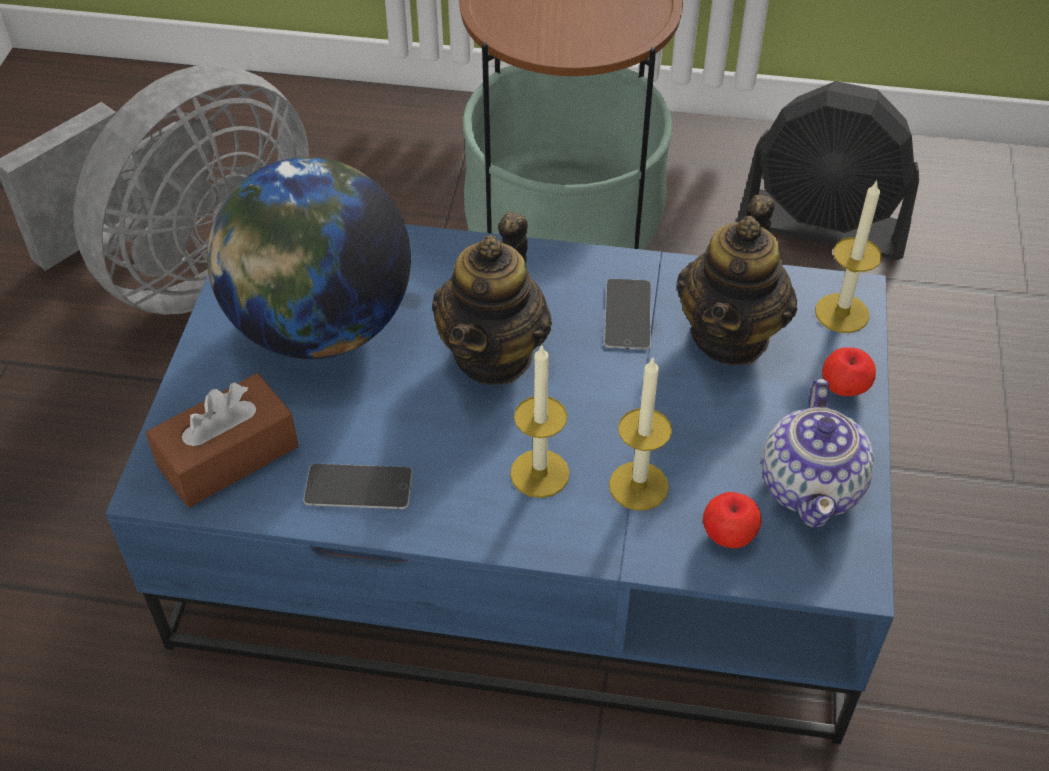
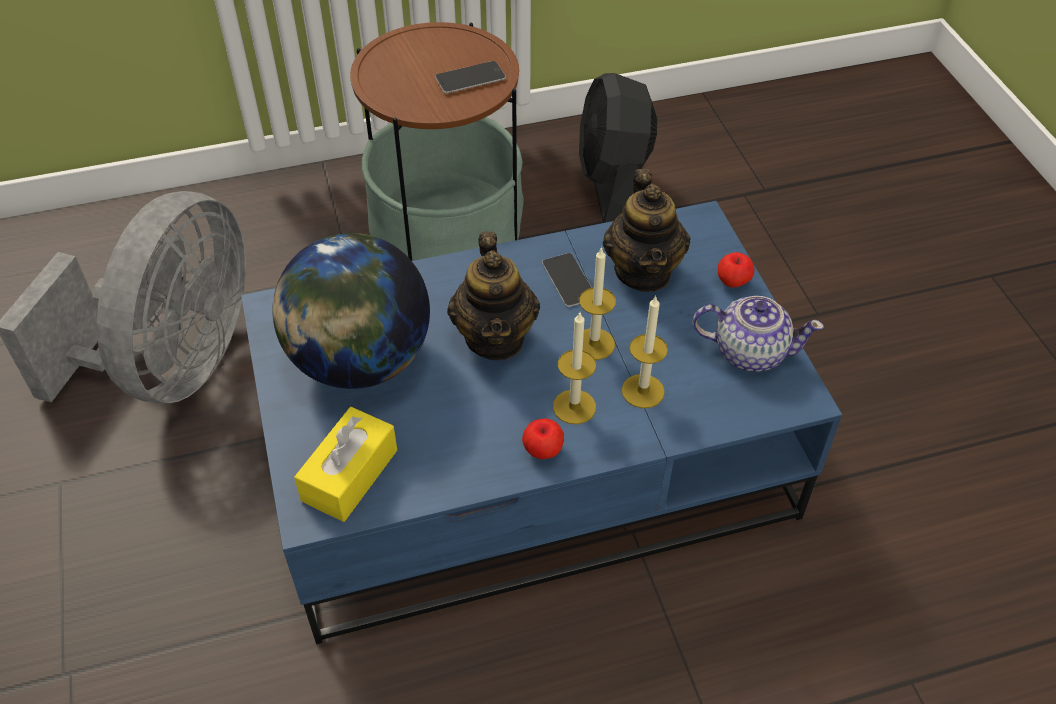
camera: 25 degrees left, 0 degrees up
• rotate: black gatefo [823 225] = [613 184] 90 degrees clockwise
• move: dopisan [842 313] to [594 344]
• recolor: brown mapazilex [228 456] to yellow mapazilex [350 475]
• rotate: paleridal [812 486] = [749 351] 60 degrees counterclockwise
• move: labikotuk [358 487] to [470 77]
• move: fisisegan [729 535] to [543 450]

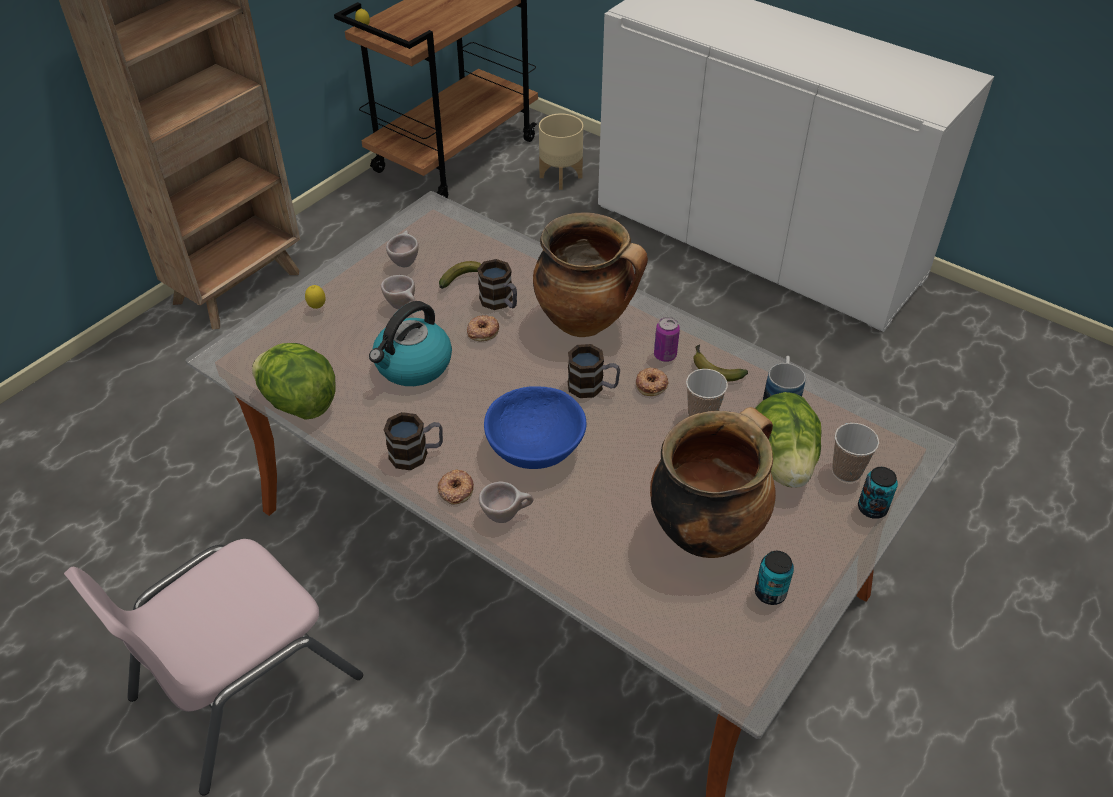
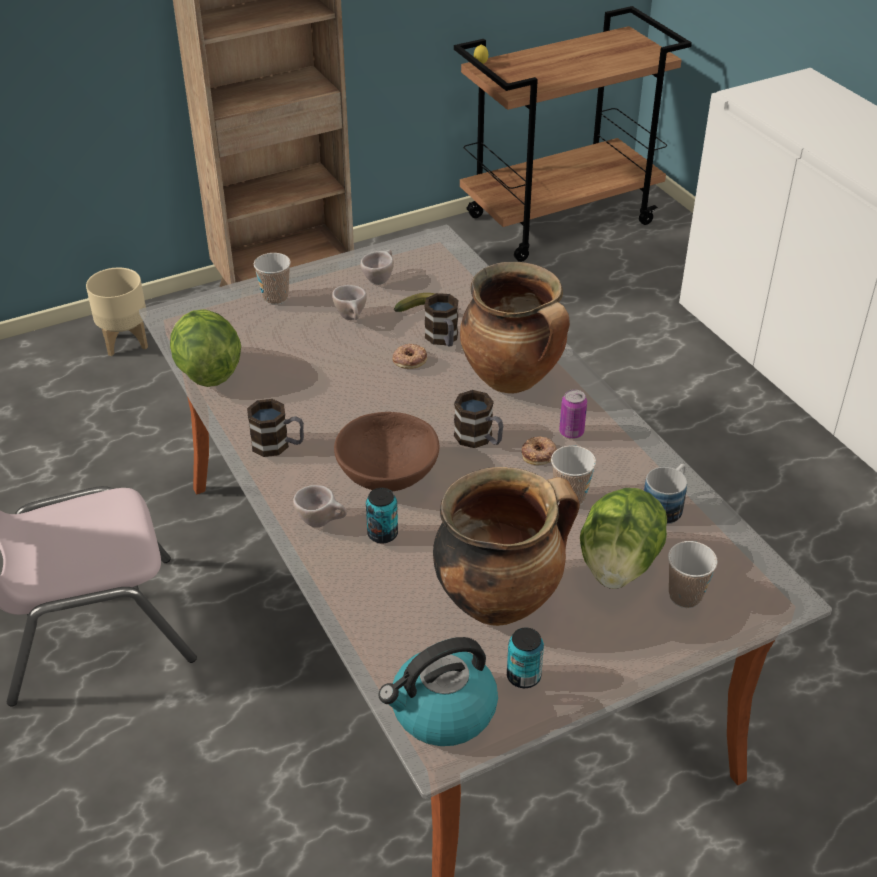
camera: 25 degrees right, 5 degrees down
• move: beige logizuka [561 177] to [126 341]
• replace: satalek [317 307] to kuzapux [275 298]
• move: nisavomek [412 366] to [442 712]
• delete: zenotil [714 368]
• recolor: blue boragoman [535 446] to brown boragoman [388 473]
• move: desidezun [872 508] to [382 534]
• delete: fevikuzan [455 490]

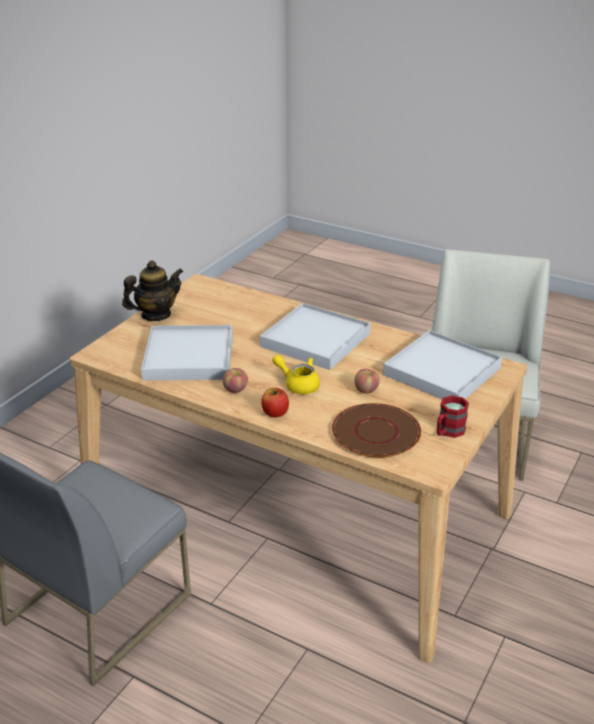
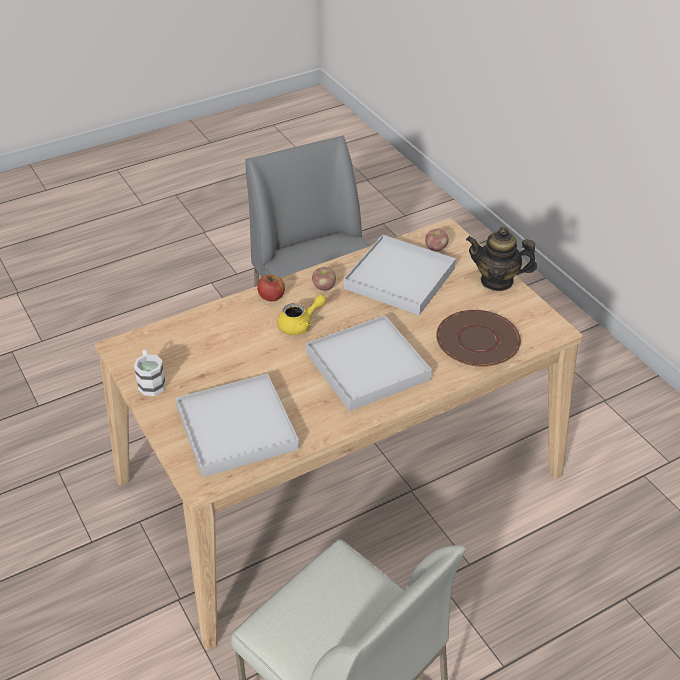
camera: 120 degrees right, 10 degrees up
• rotate: paleridal [155 315] = [497 281] 105 degrees clockwise
• move: fisisegan [366 390] to [436 248]
• recolor: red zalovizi [448 432] to white zalovizi [151 382]
• move: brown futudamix [376 432] to [477 340]

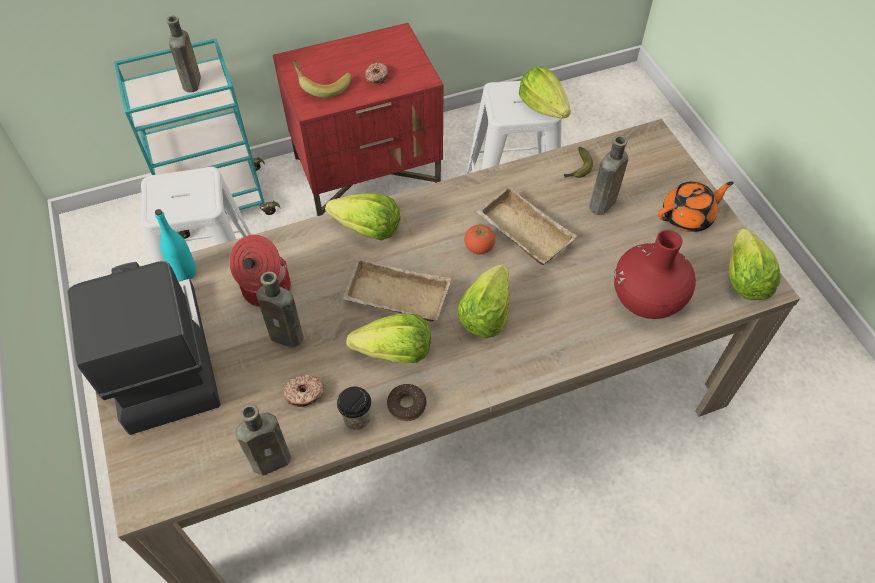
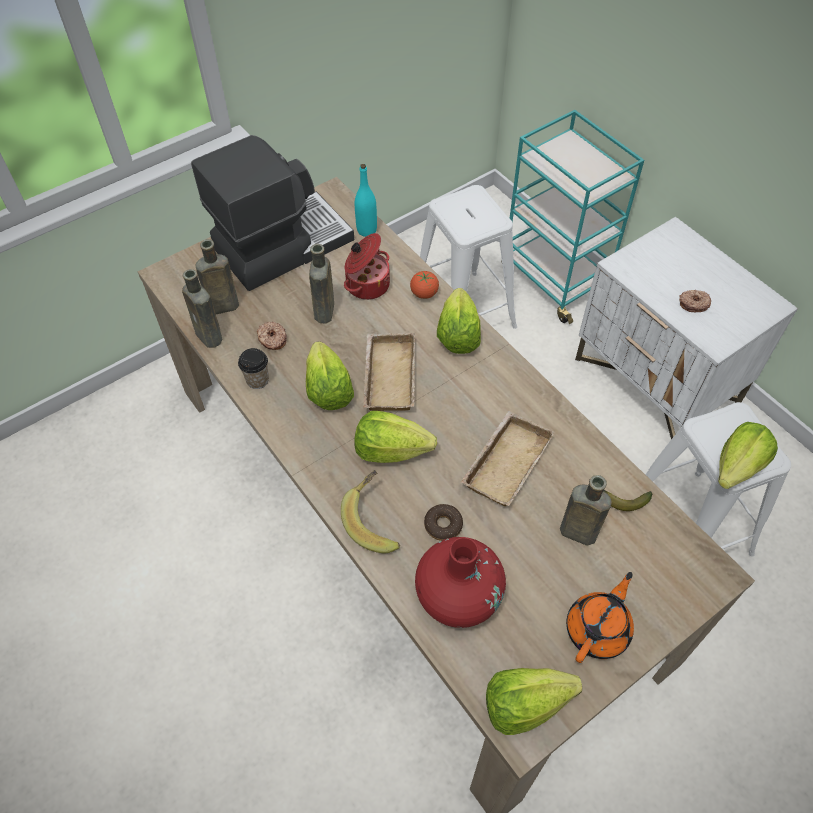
camera: 75 degrees right, 0 degrees up
• move: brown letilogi [192 84] to [221 307]
• recolor: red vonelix [368 170] to white vonelix [657 381]
• move: zenotil [322 86] to [375 520]
• rotate: orange paleridal [688 217] = [598 629] 105 degrees counterclockwise
• move: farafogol [479 248] to [424 293]
• move: fevikuzan [407 405] to [443 525]

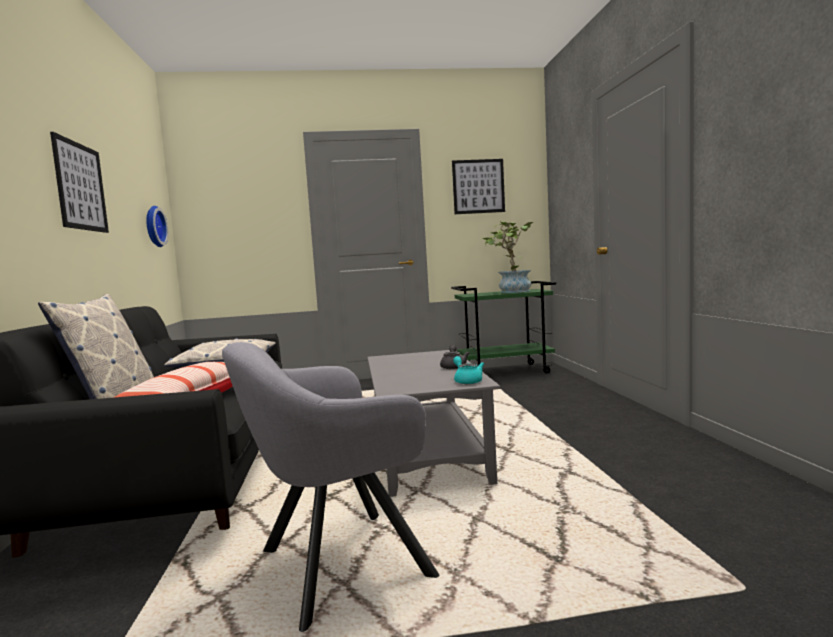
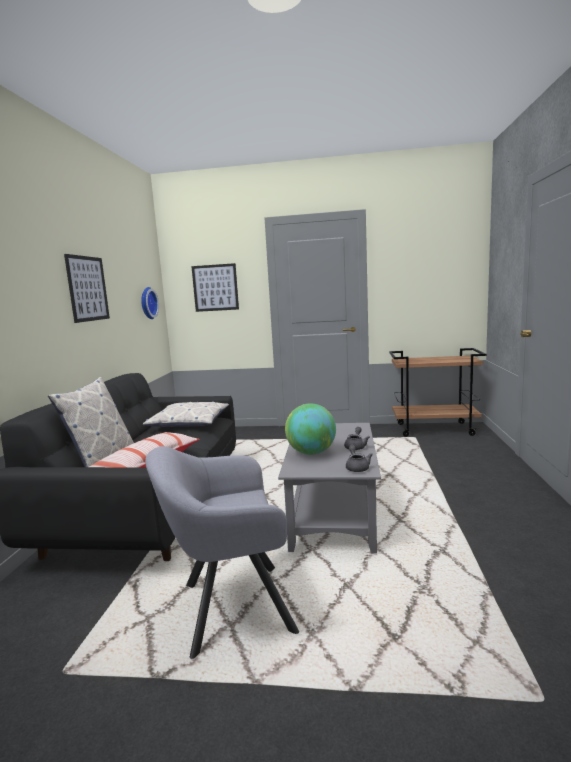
camera: 15 degrees right, 5 degrees up
• move: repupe [478 186] to [215 287]
• delete: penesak [511 291]
• recolor: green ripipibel [506 371] to brown ripipibel [435 429]
• recolor: turquoise paleridal [467 381] to grey paleridal [357 467]
• insert: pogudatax [311 453]

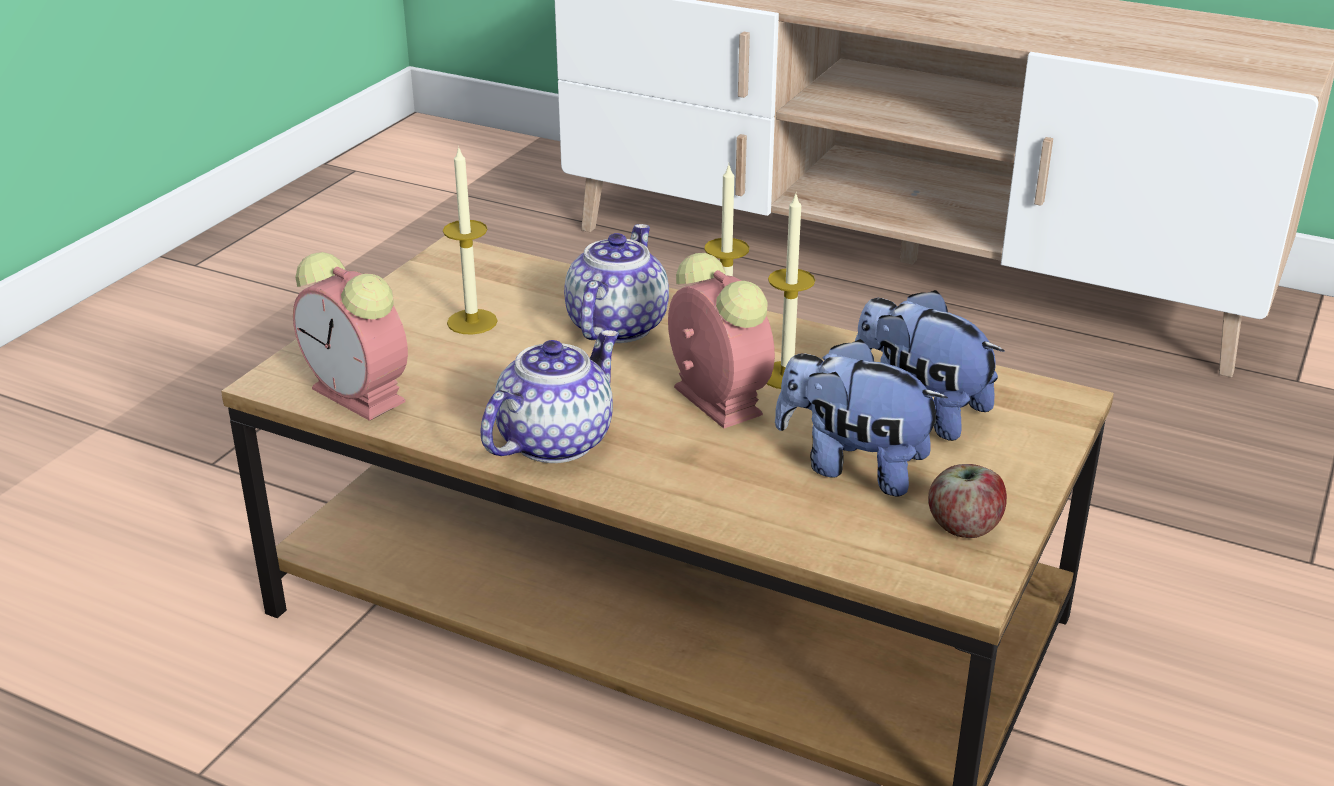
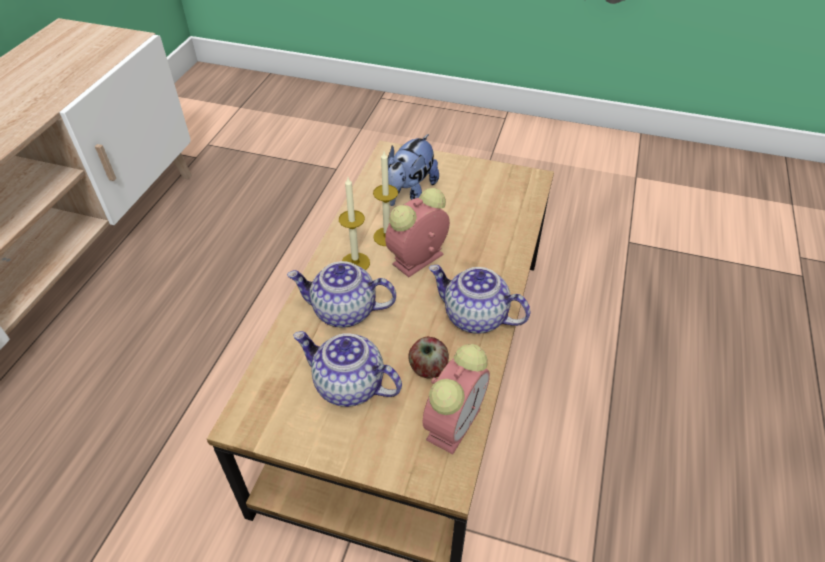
camera: 100 degrees left, 15 degrees up
• replace: dopisan [472 322] to paleridal [348 386]
• delete: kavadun [853 467]
• move: fisisegan [963 527] to [428 369]

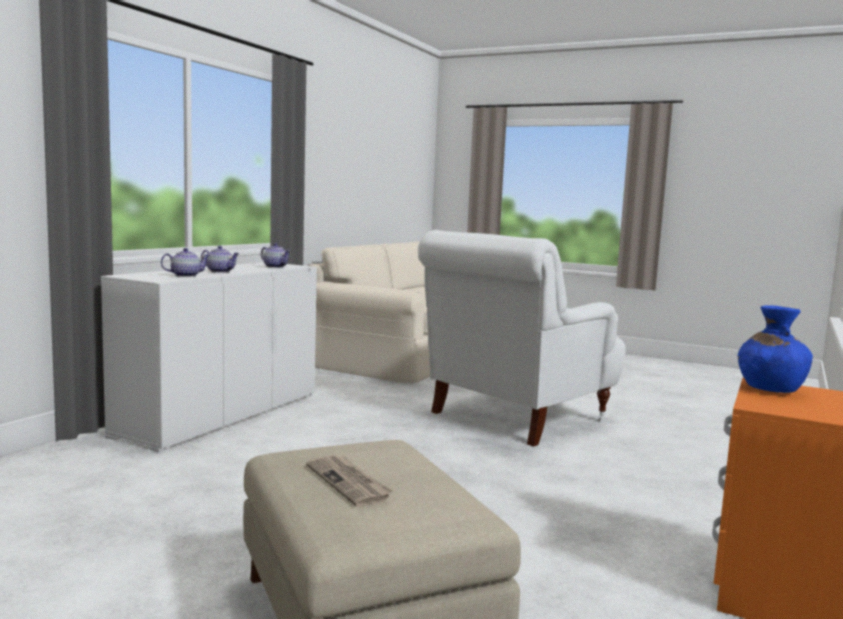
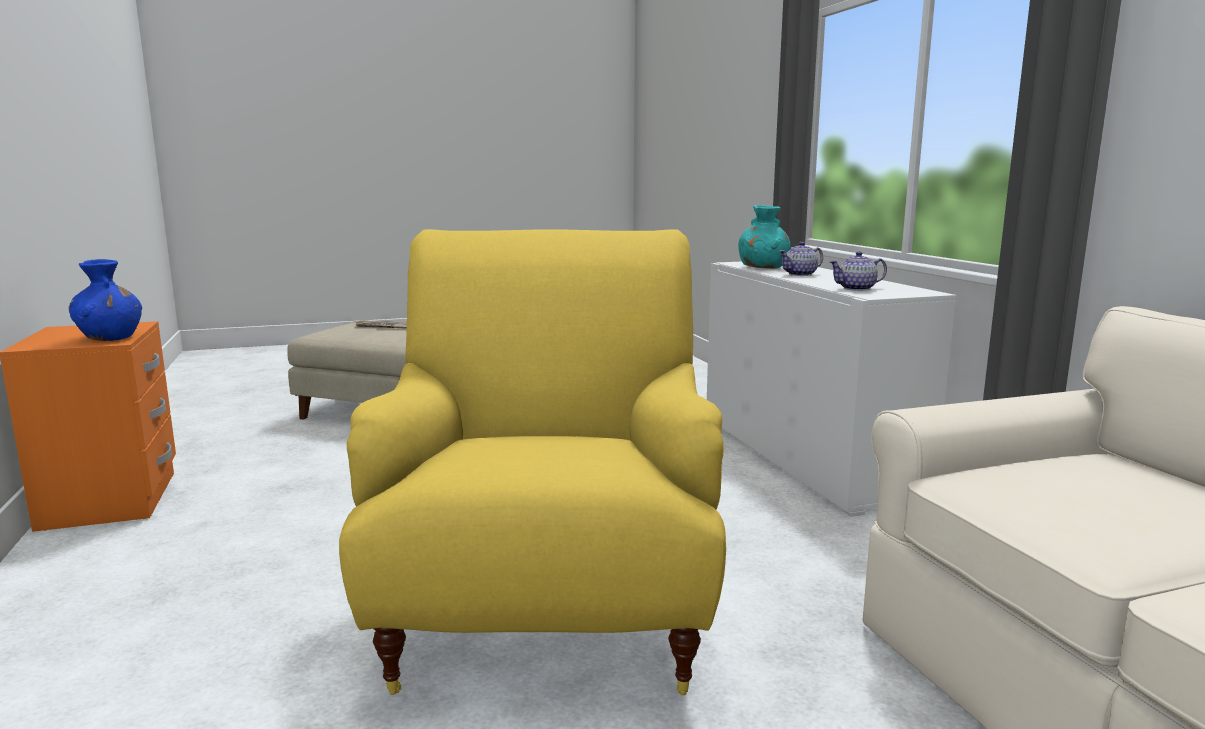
camera: 135 degrees right, 5 degrees up
• recolor: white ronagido [516 417] to yellow ronagido [548 618]
• replace: paleridal [185 275] to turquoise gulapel [763 267]

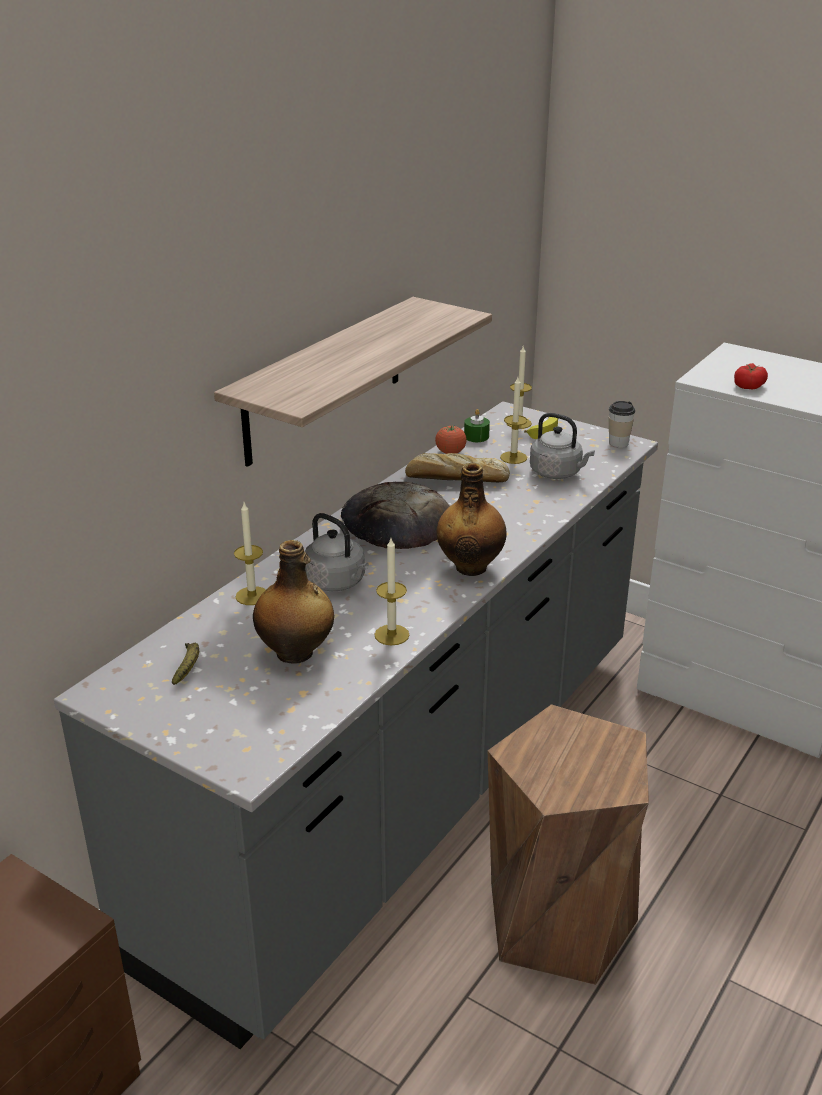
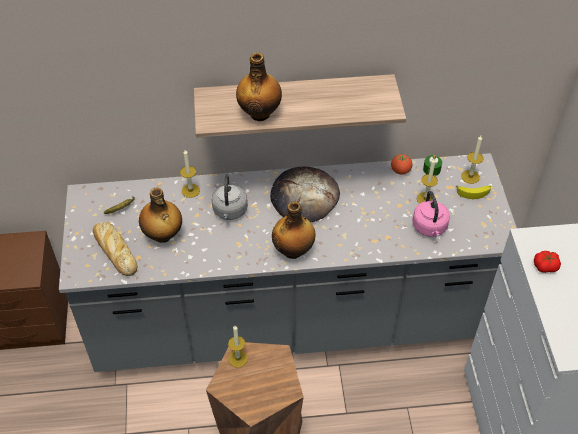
camera: 50 degrees right, 20 degrees up
• delete: kuzapux [618 443]
• recolor: grey nisavomek [558 473] to pink nisavomek [430 228]
• move: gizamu [454 478] to [114 250]
• move: dopisan [391 635] to [238 358]
• insert: letilogi [260 113]

